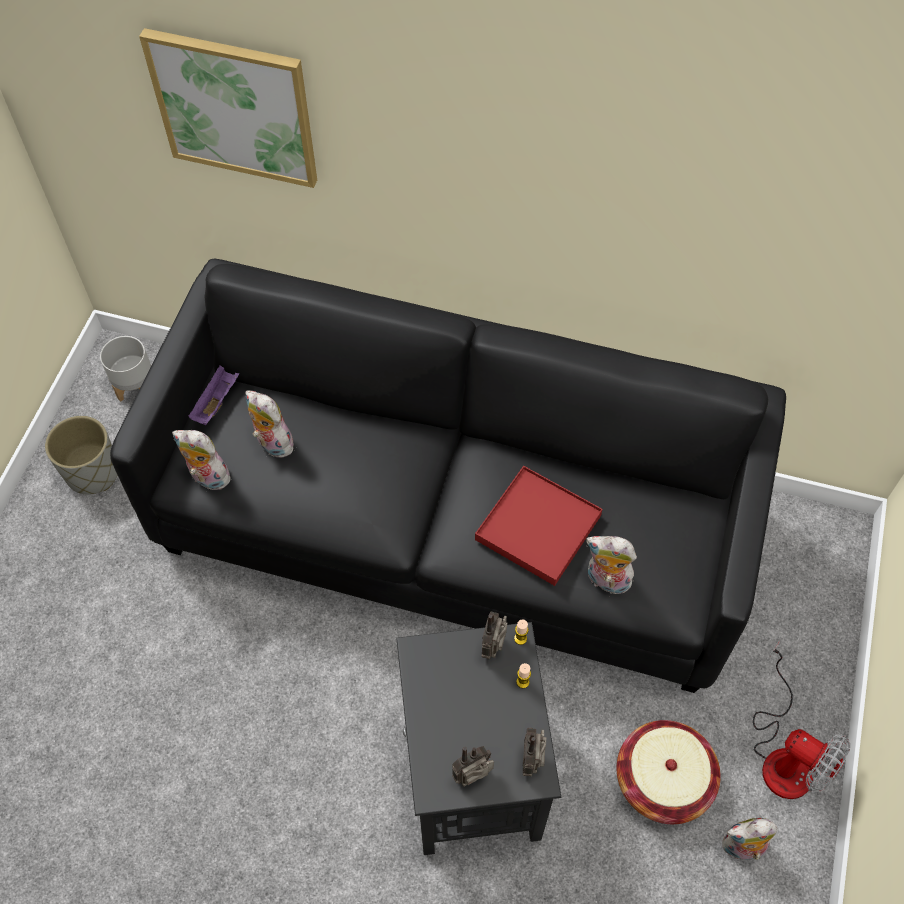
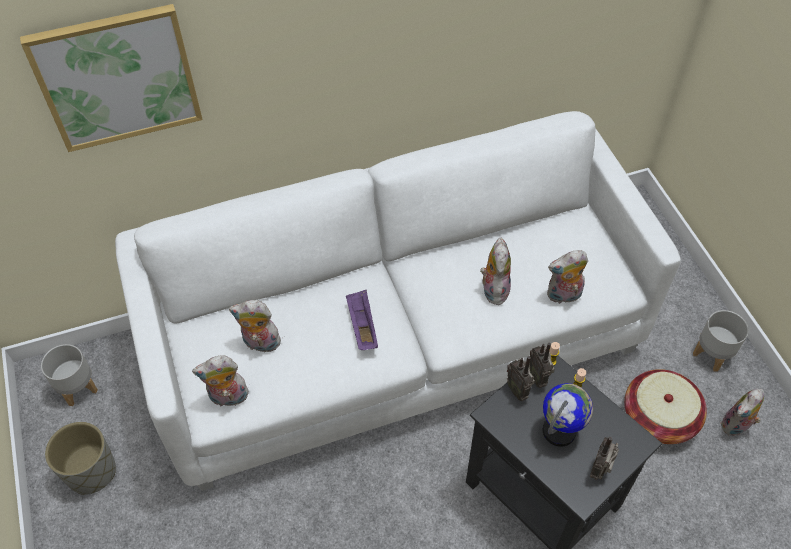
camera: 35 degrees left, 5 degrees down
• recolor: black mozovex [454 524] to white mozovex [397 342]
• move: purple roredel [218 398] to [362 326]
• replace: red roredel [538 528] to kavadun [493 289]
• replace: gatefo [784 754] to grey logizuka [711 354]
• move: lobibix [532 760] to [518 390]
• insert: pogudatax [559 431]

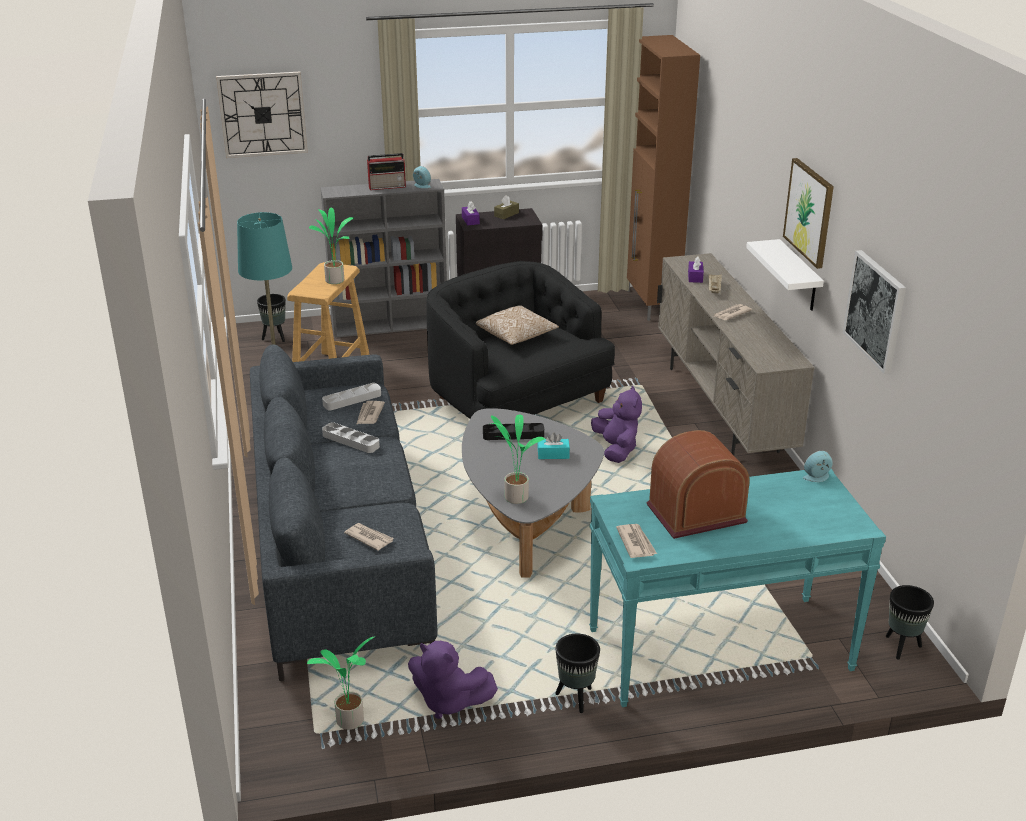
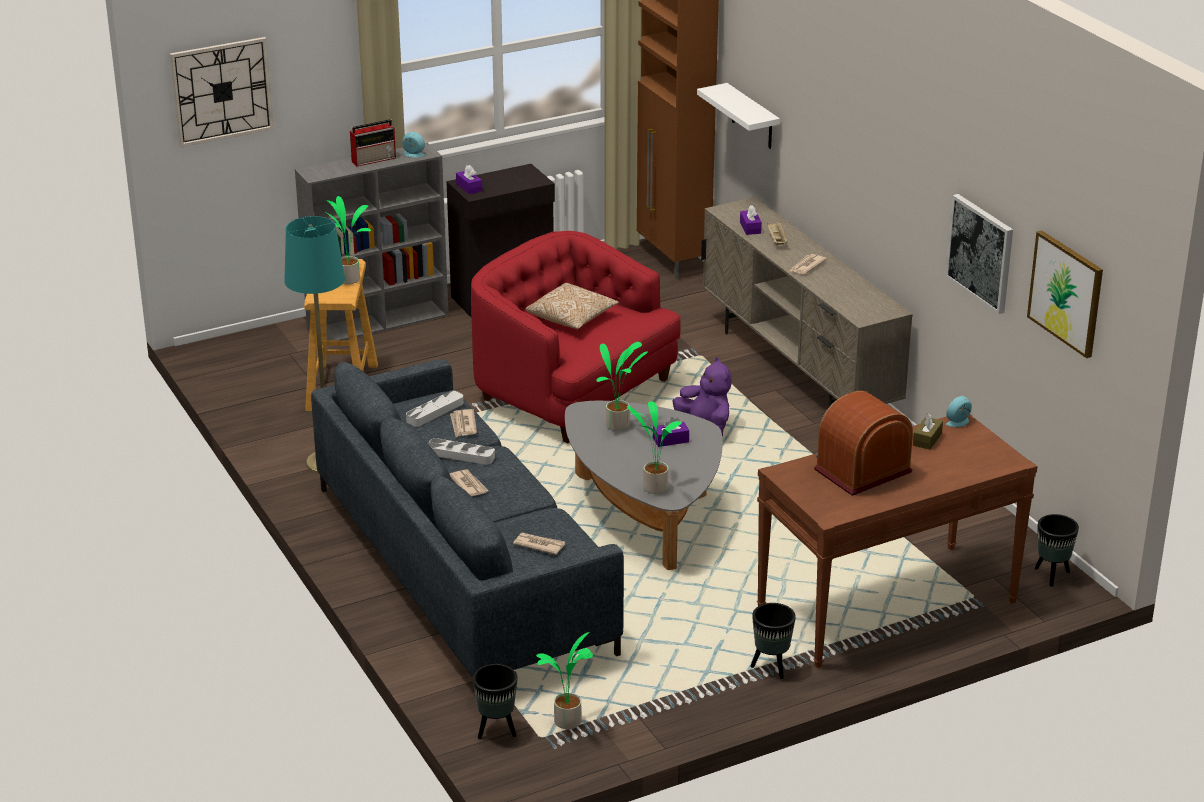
camera: 15 degrees left, 0 degrees up
• move: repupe [809 212] to [1066 293]
• move: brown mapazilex [506 214] to [927 439]
• move: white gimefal [798 276] to [752 117]
• recolor: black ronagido [516 402] to red ronagido [572 393]
• move: black logizuka [275 338] to [496 731]
• replace: black roredel [513 434] to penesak [619 426]
• recolor: turquoise mapazilex [553 454] to purple mapazilex [670 440]
• recolor: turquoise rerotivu [718 650] to brown rerotivu [886 605]
• move: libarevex [636 542] to [468 485]
• delete: purple kavadun [448 701]

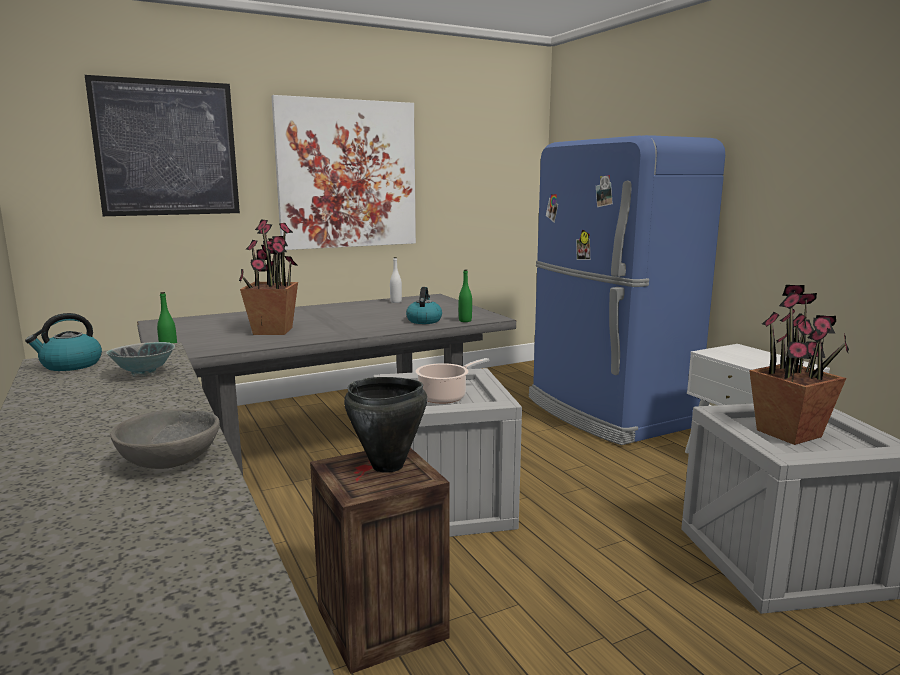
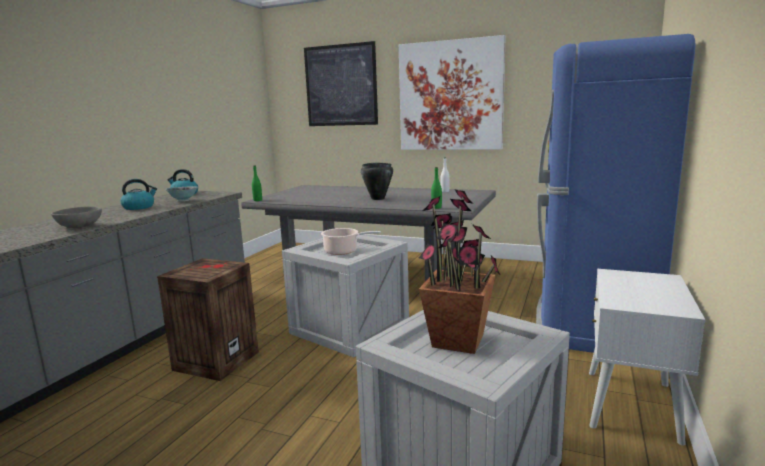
camera: 50 degrees right, 0 degrees up
• delete: penesak [273 331]
• move: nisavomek [424 320] to [139 207]
• move: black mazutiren [388 466] to [377 199]

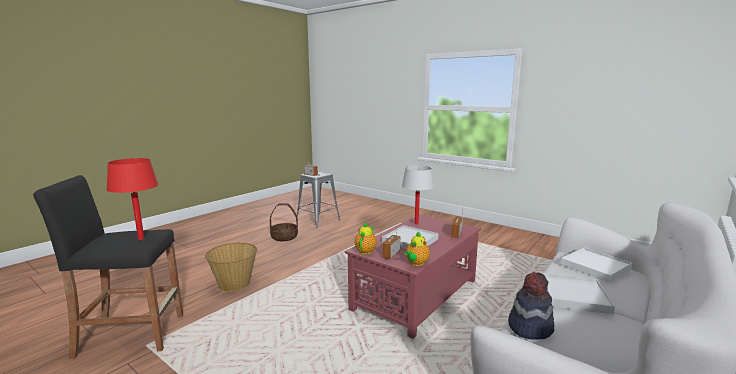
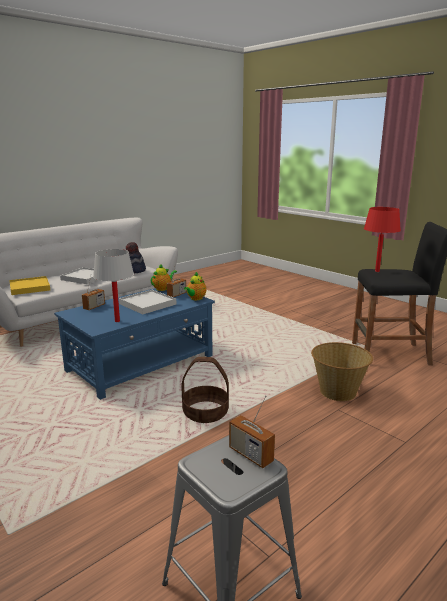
camera: 170 degrees left, 5 degrees up
• move: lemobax [284 237] to [205 413]
• recolor: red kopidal [415 295] to blue kopidal [141 363]
• recolor: white roredel [595 267] to yellow roredel [29 287]

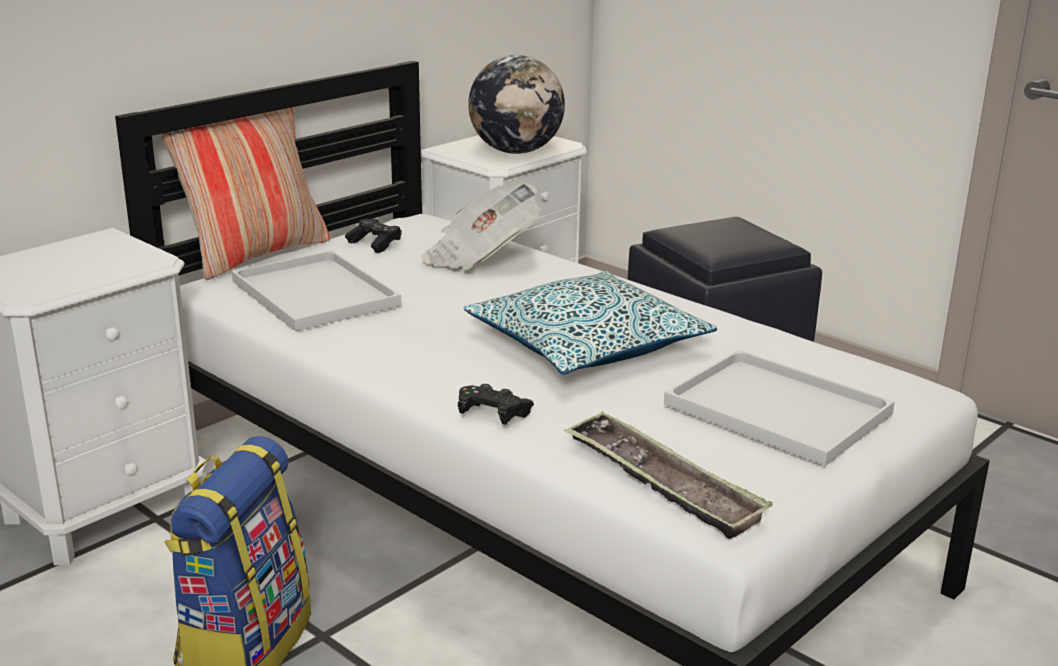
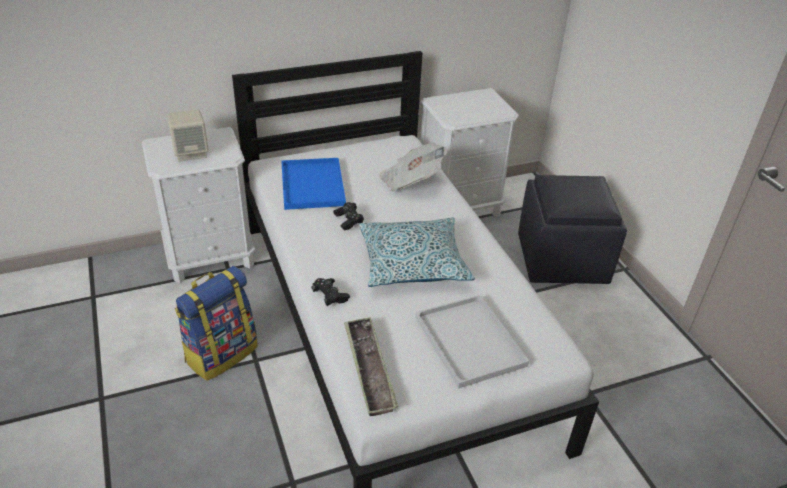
camera: 25 degrees right, 15 degrees up
• delete: pogudatax [516 151]
• delete: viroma [255 254]
• move: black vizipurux [374 244] to [348 220]
• recolor: white roredel [318 294] to blue roredel [313 185]
• insert: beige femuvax [191 153]

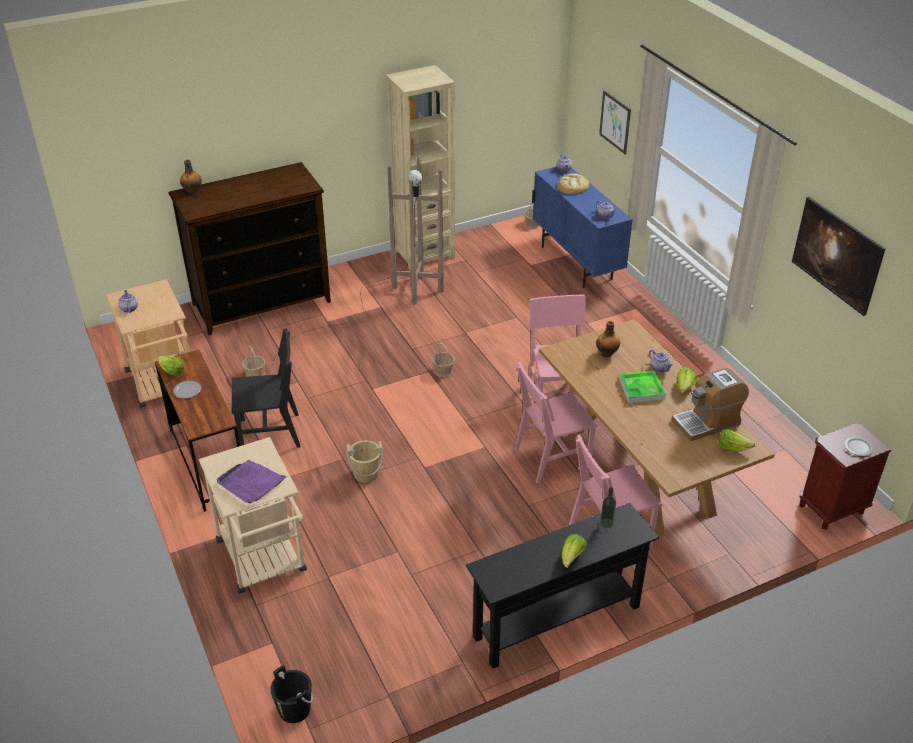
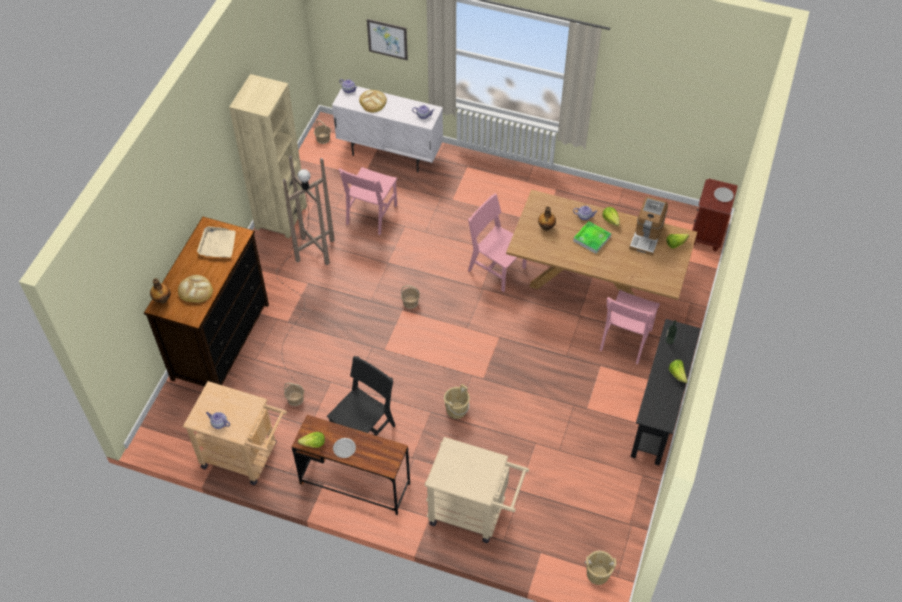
camera: 45 degrees left, 15 degrees up
• recolor: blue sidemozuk [576 263] to white sidemozuk [390 154]
• delete: repupe [832 271]
• move: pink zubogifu [552 458] to [371 214]
• delete: purple roredel [251 483]
• recolor: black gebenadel [294 709] to beige gebenadel [597 574]
• insert: beige roredel [217 244]
• insert: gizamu [195 290]

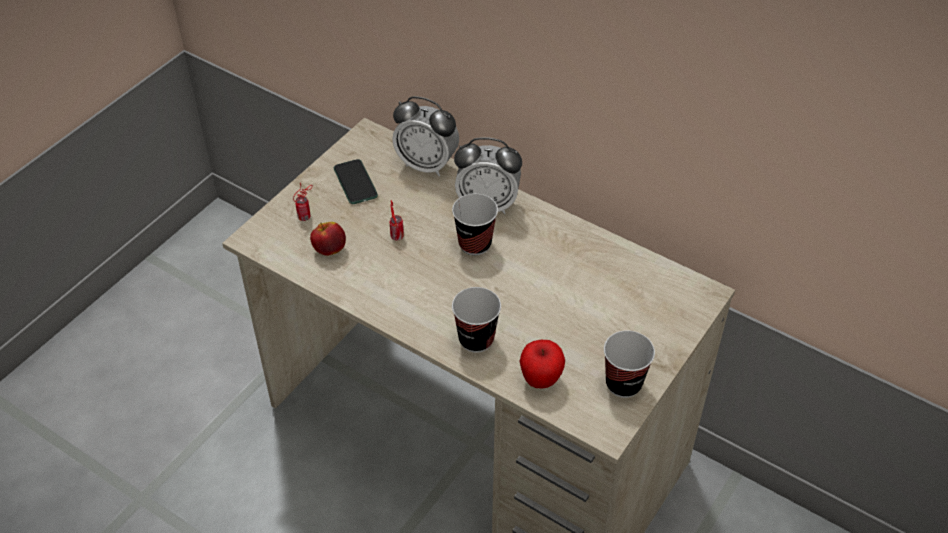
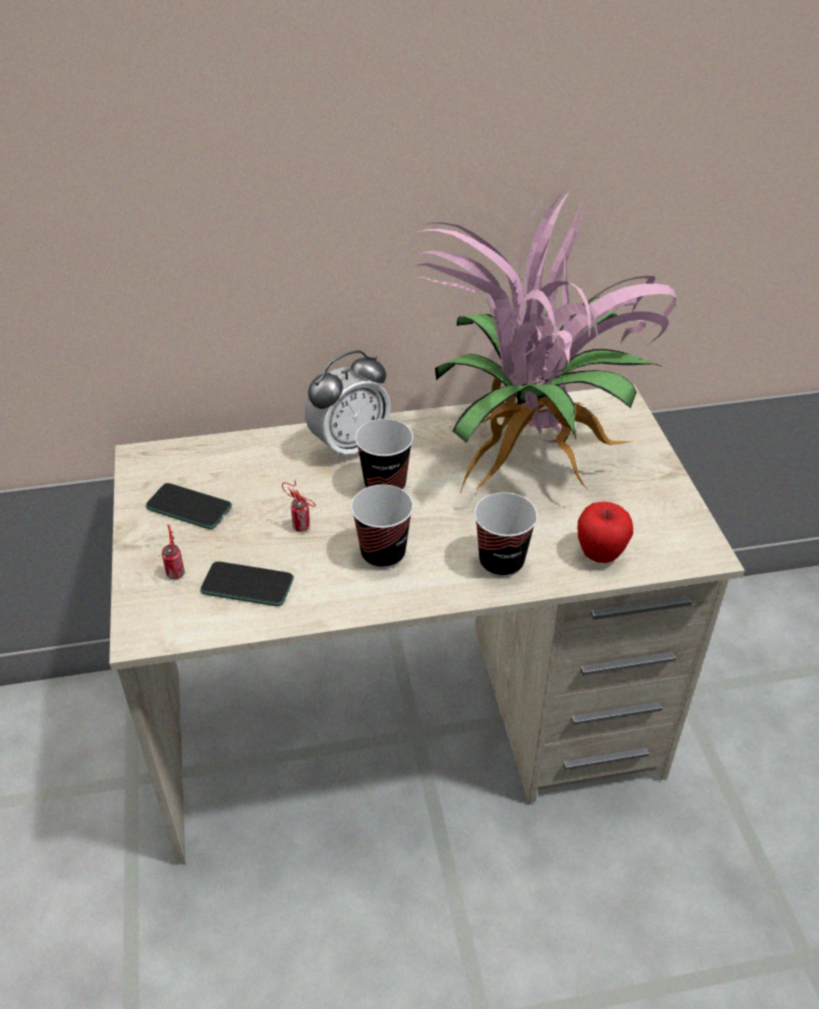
camera: 45 degrees left, 5 degrees down
• delete: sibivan [427 164]
• replace: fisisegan [329 250] to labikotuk [247 585]
• move: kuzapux [623 384] to [383 554]
• insert: penesak [535 451]

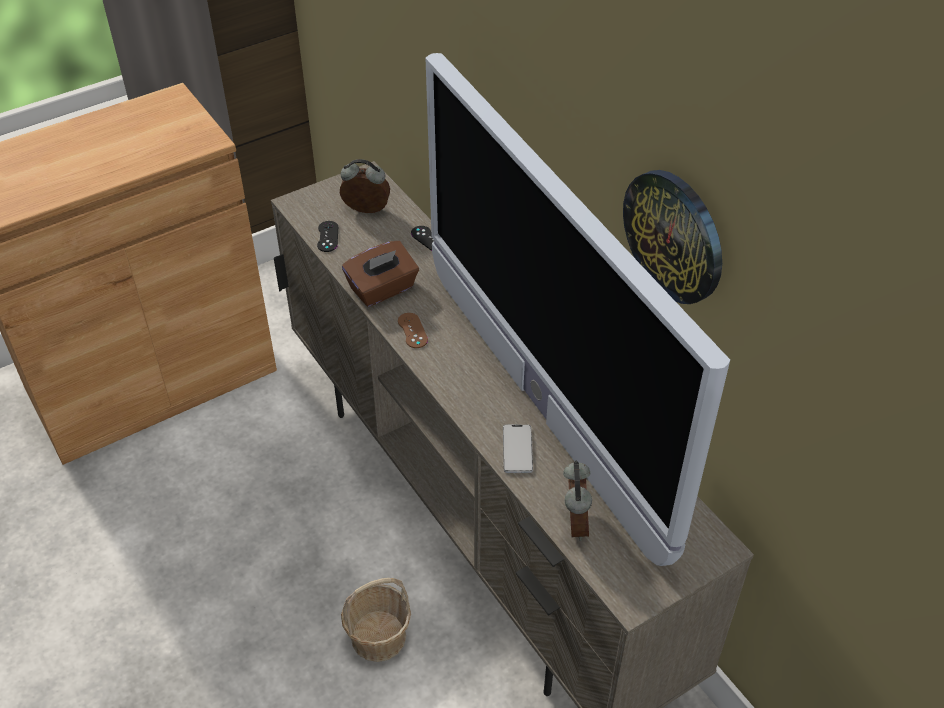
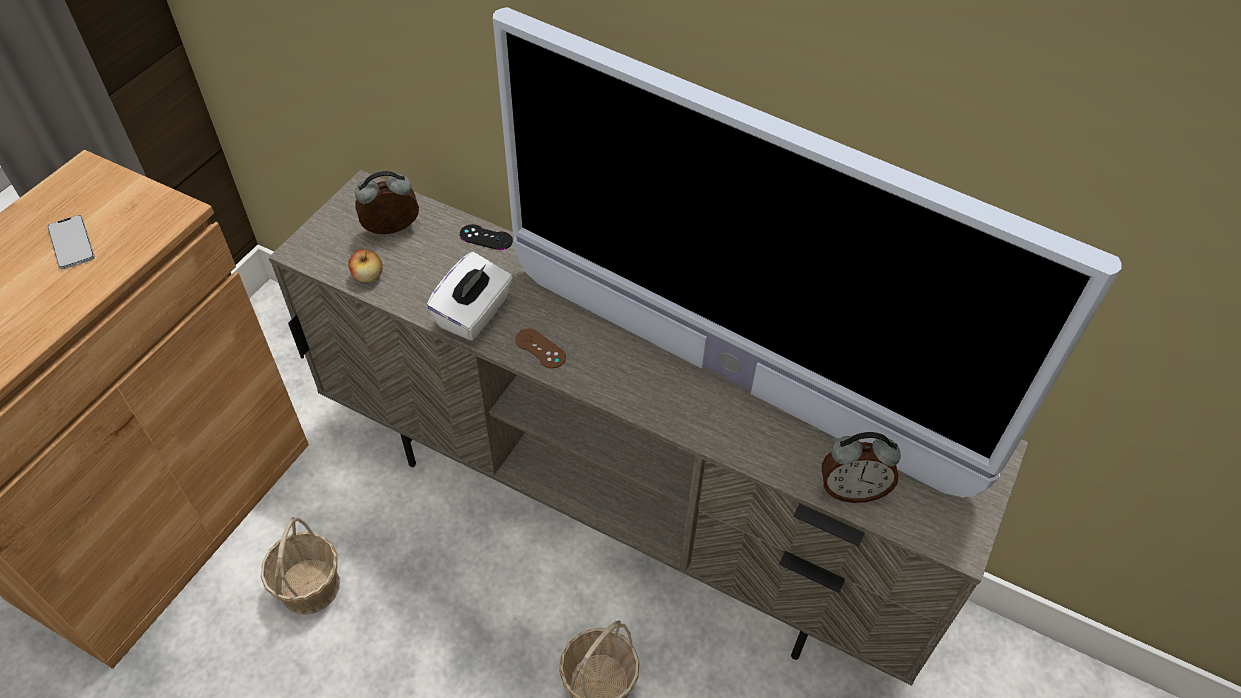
camera: 30 degrees left, 5 degrees up
• delete: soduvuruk [674 236]
• replace: black vizipurux [327 236] to fisisegan [368 276]
• recolor: brown mapazilex [382 289] to white mapazilex [474 314]
• move: labikotuk [517 449] to [71 243]
• rotate: sibivan [574 523] = [851 490] 120 degrees clockwise
• insert: lemobax [310 586]

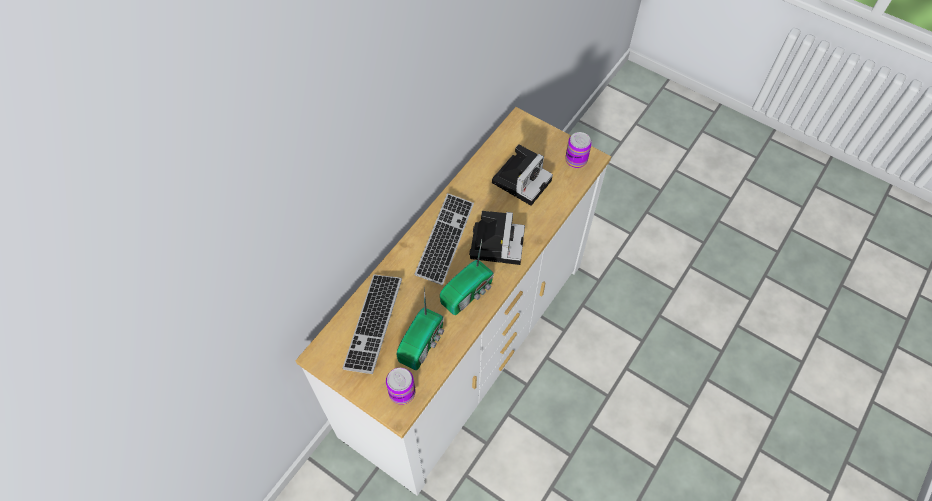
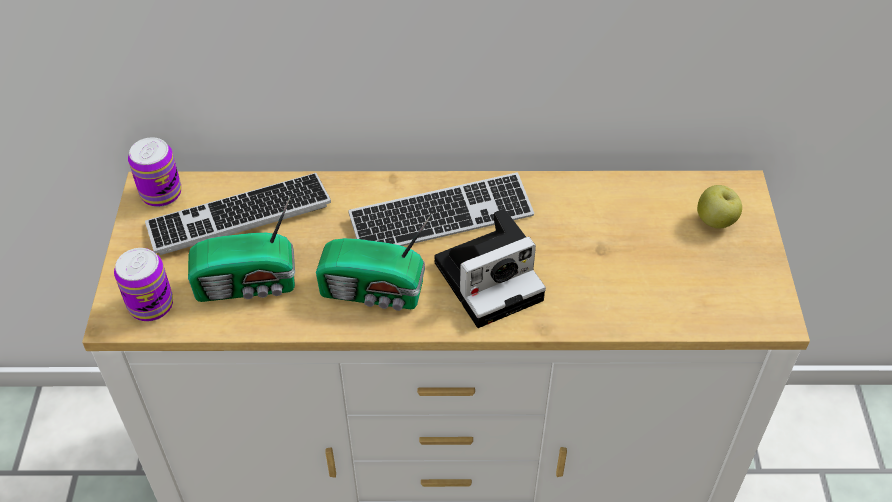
camera: 55 degrees right, 10 degrees down
• move: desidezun [576 160] to [161 193]
• delete: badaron [522 179]
• insert: fisisegan [715 221]

